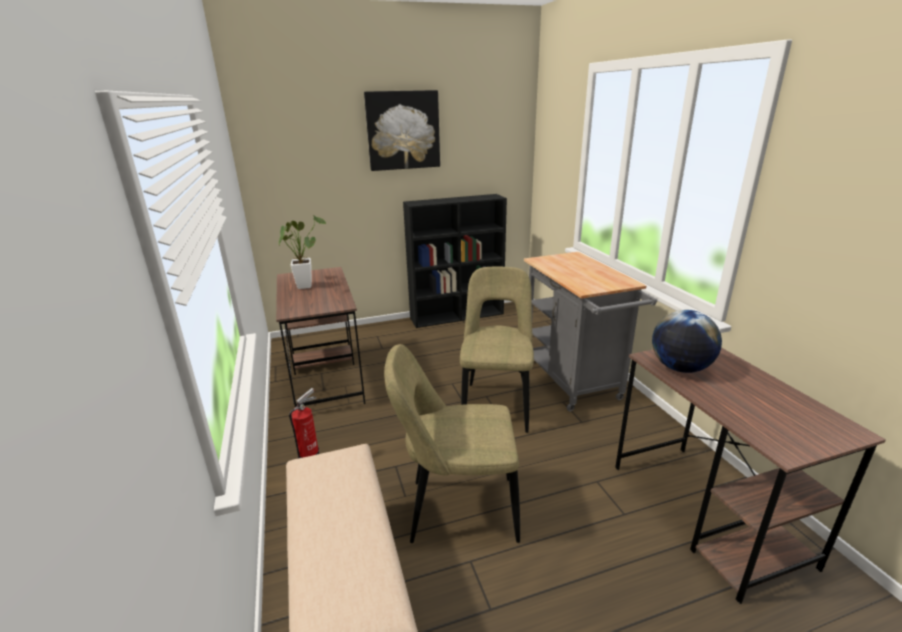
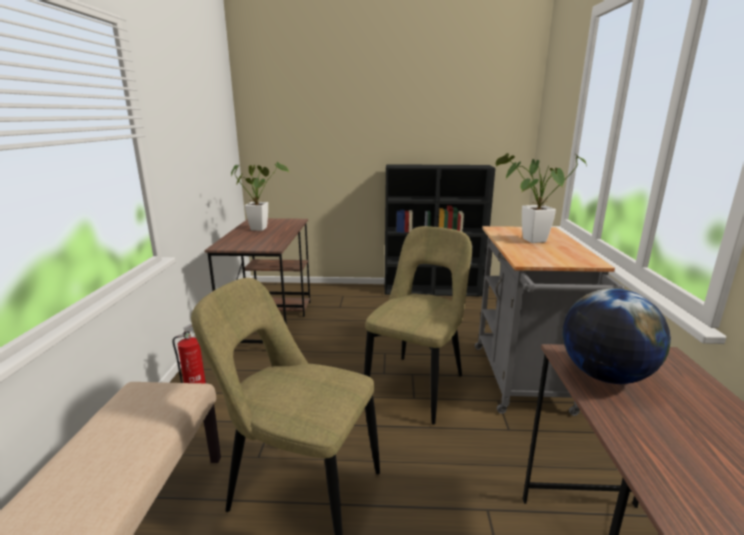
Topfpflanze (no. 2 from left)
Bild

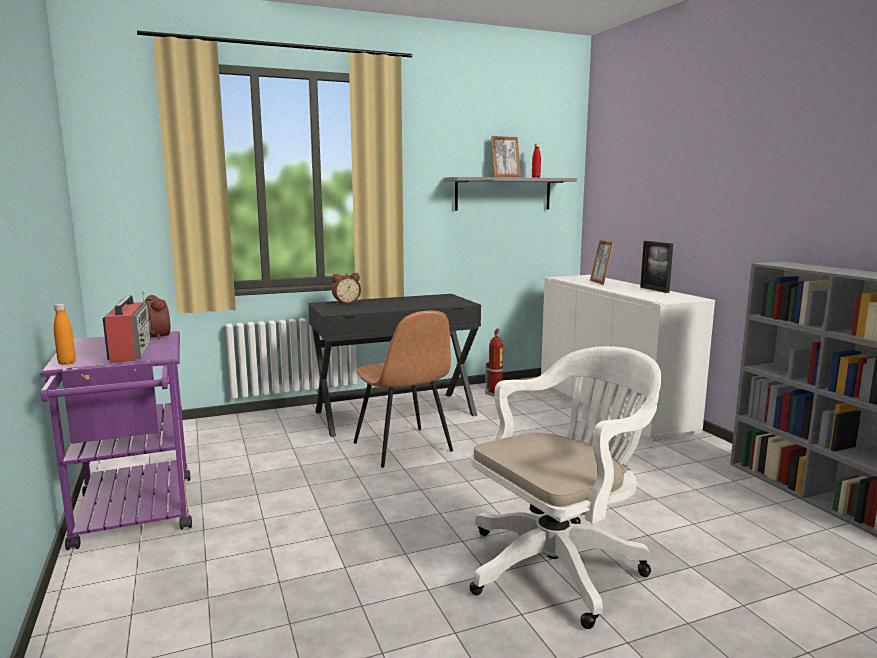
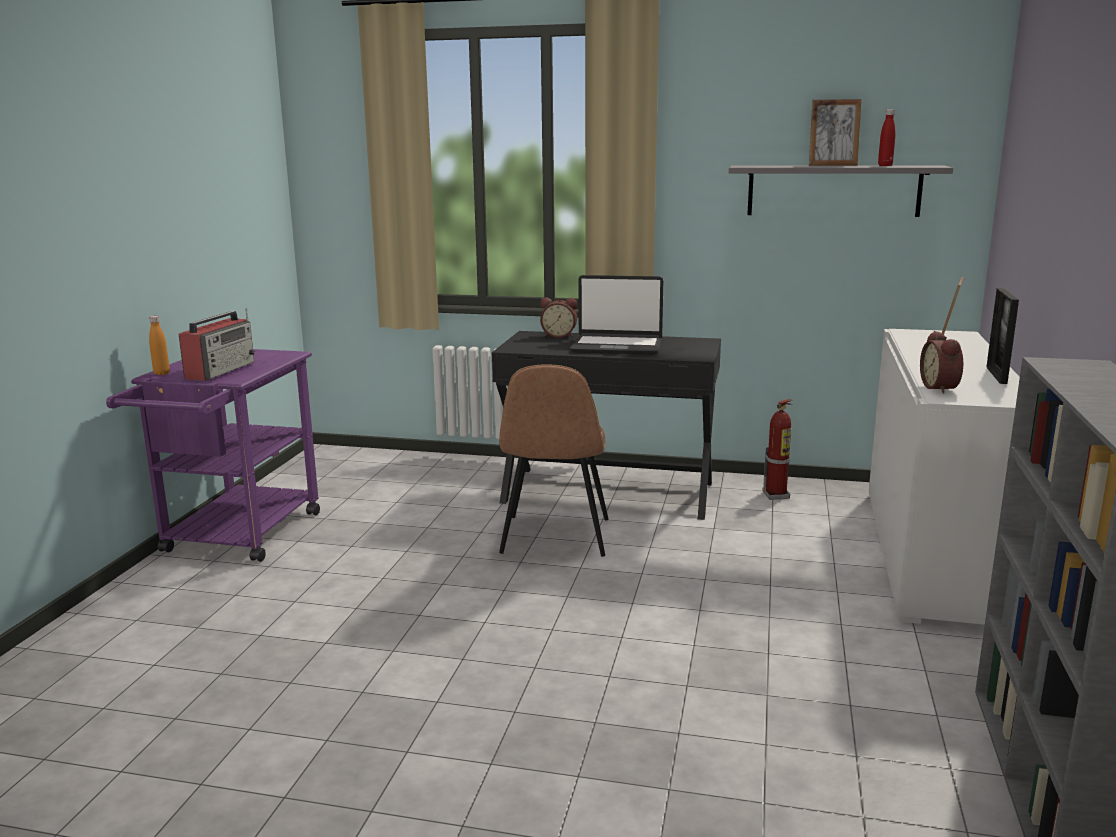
Laptop
Wecker (no. 2 from left)
Bürostuhl [weiß]

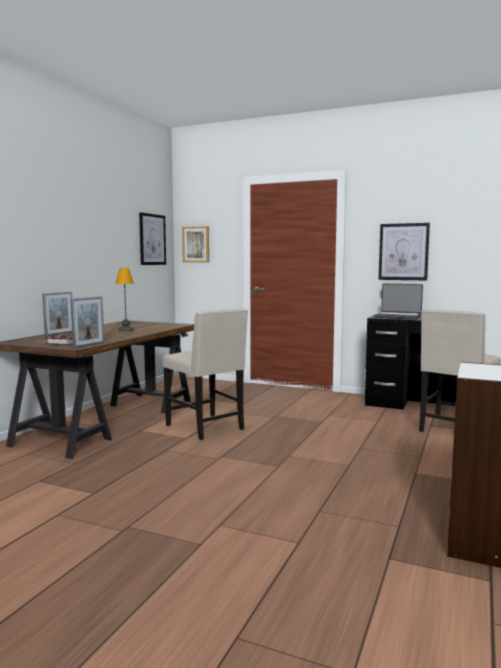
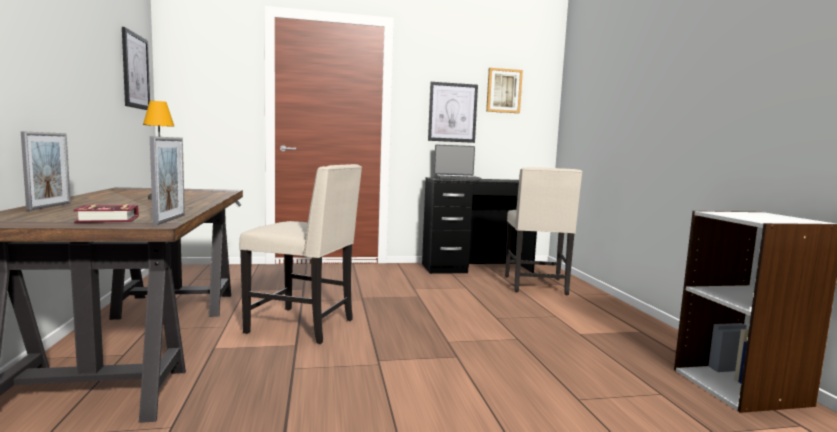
Bild (no. 3 from left)

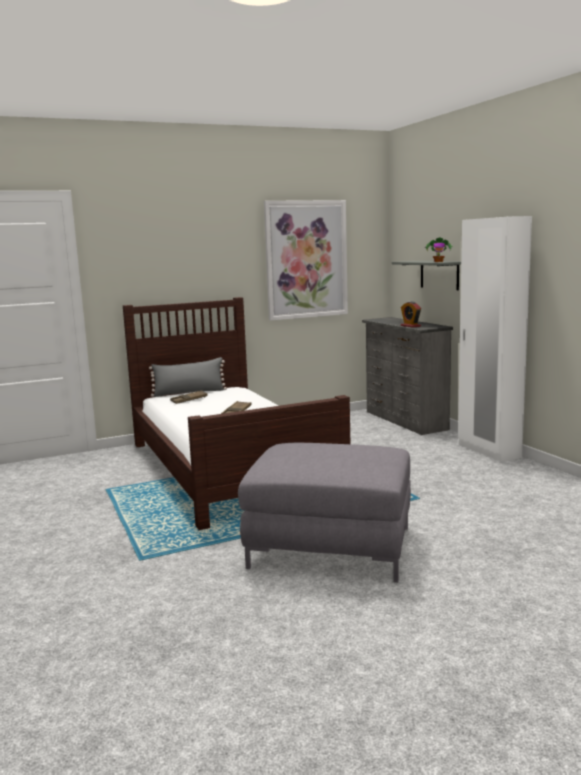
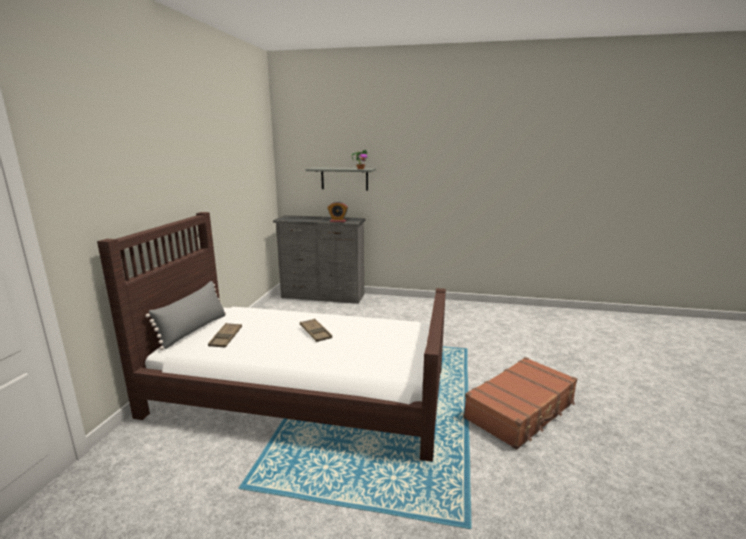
Koffer [braun]
Bild
Kleiderschrank [weiß]

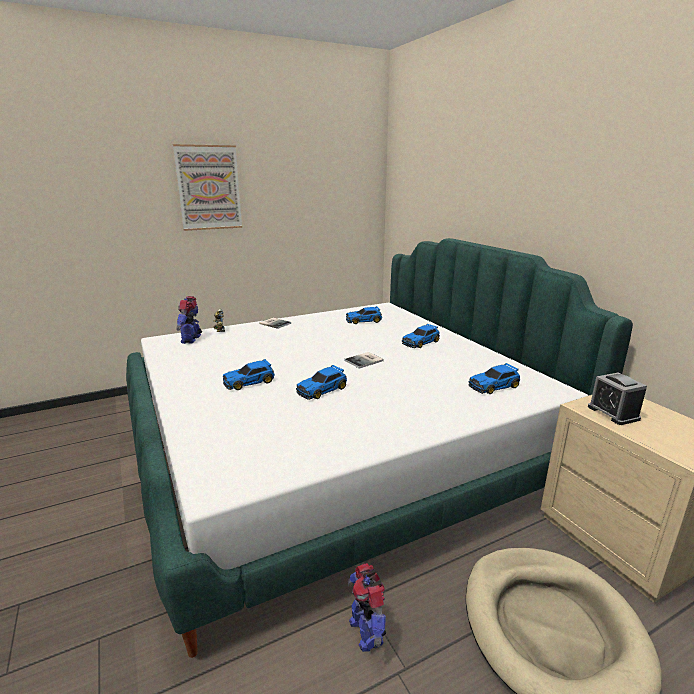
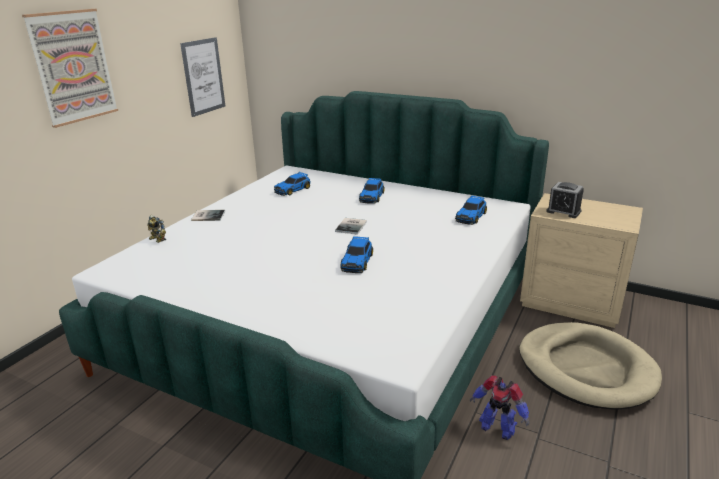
Bild (no. 2 from left)
Spielzeugroboter (no. 1 from left in the first image)
Spielzeugauto (no. 1 from left in the first image)

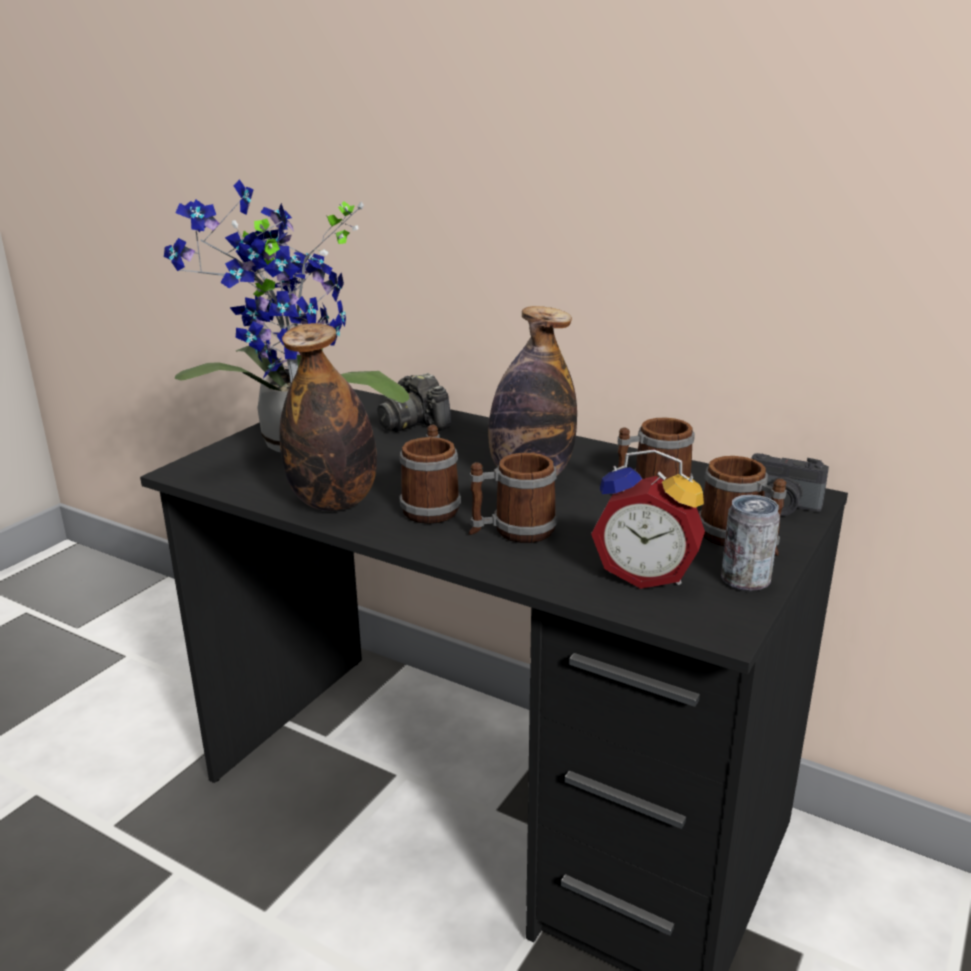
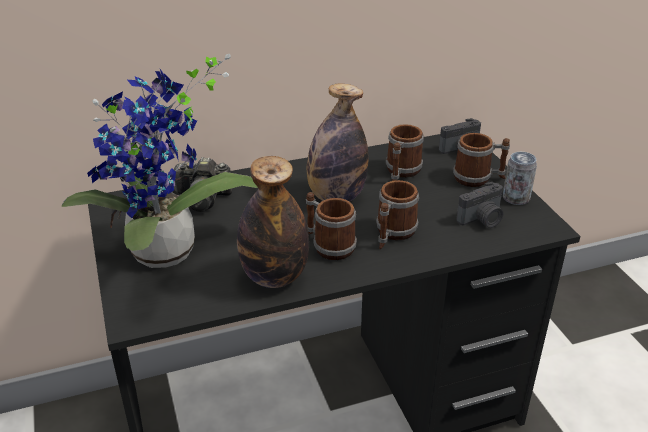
Kamera (no. 3 from left)

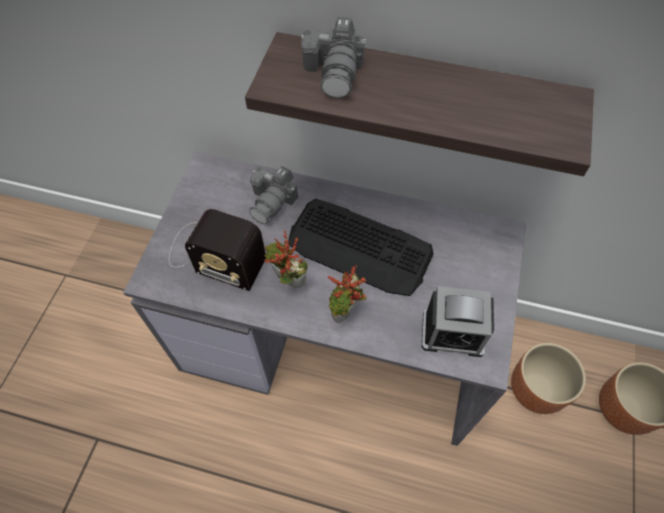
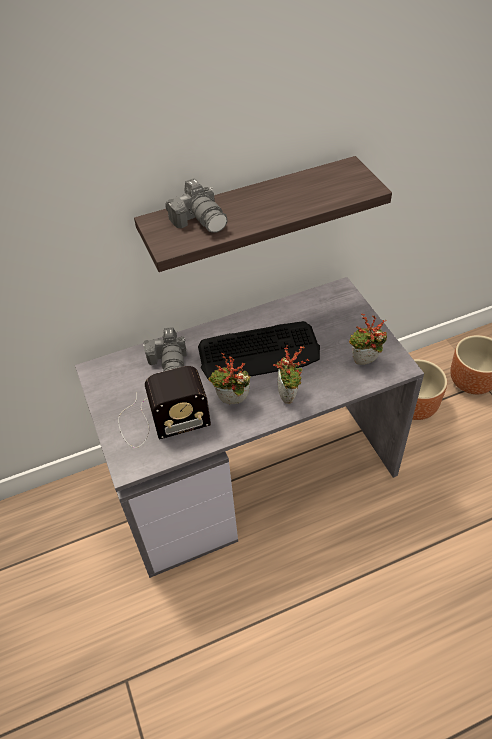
Topfpflanze (no. 3 from left)

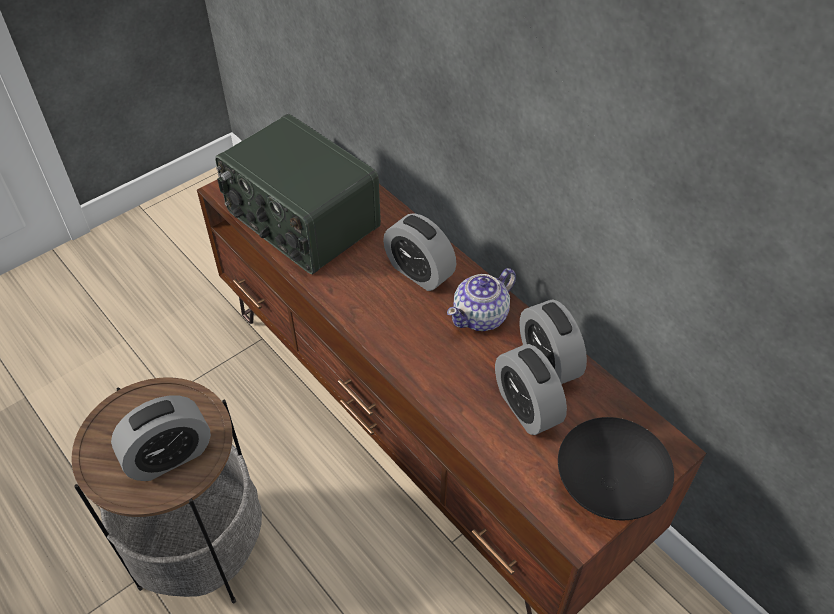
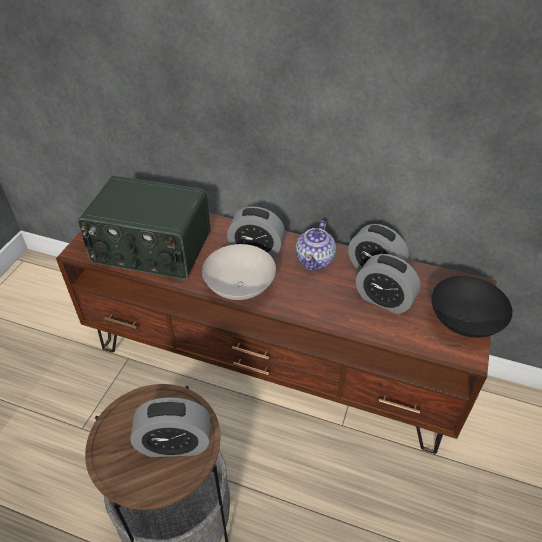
Wecker (no. 1 from left)
Schüssel [weiß]

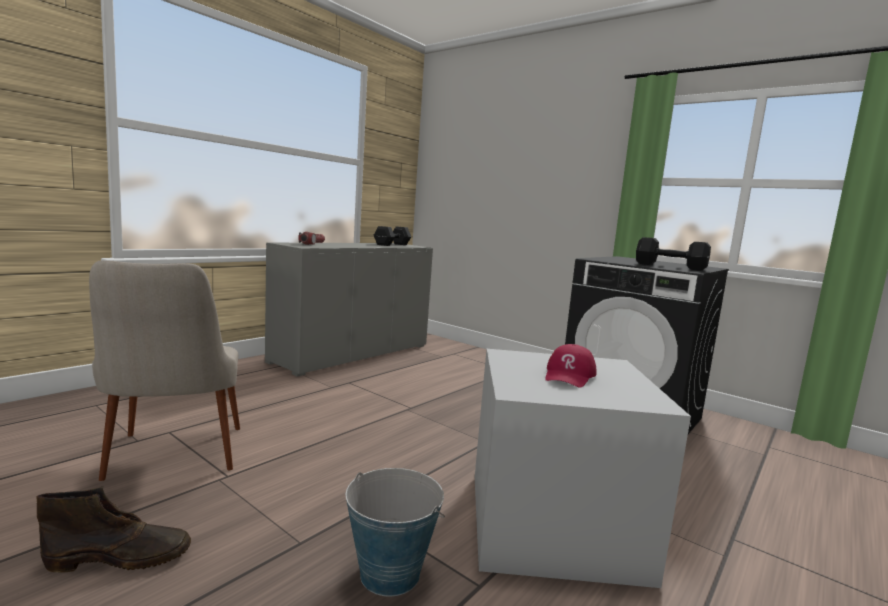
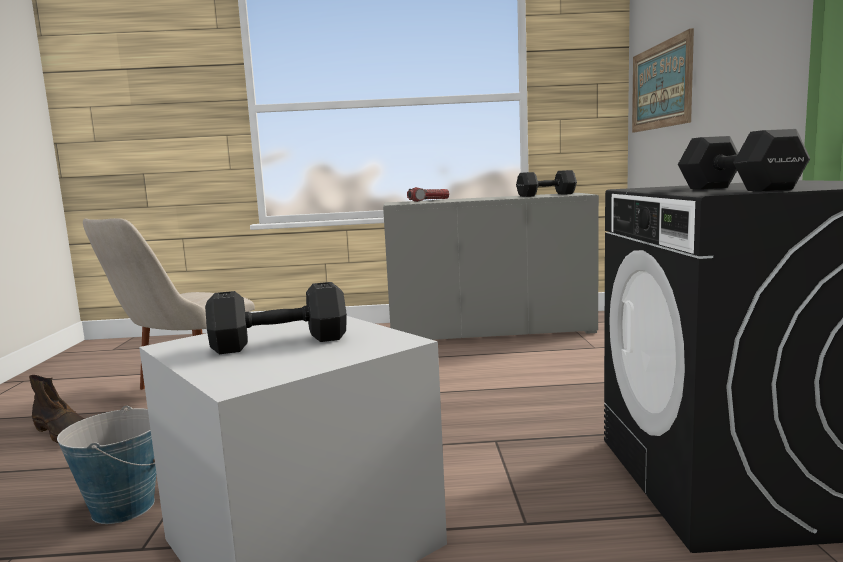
Hantel [schwarz] (no. 1 from left)
Bild

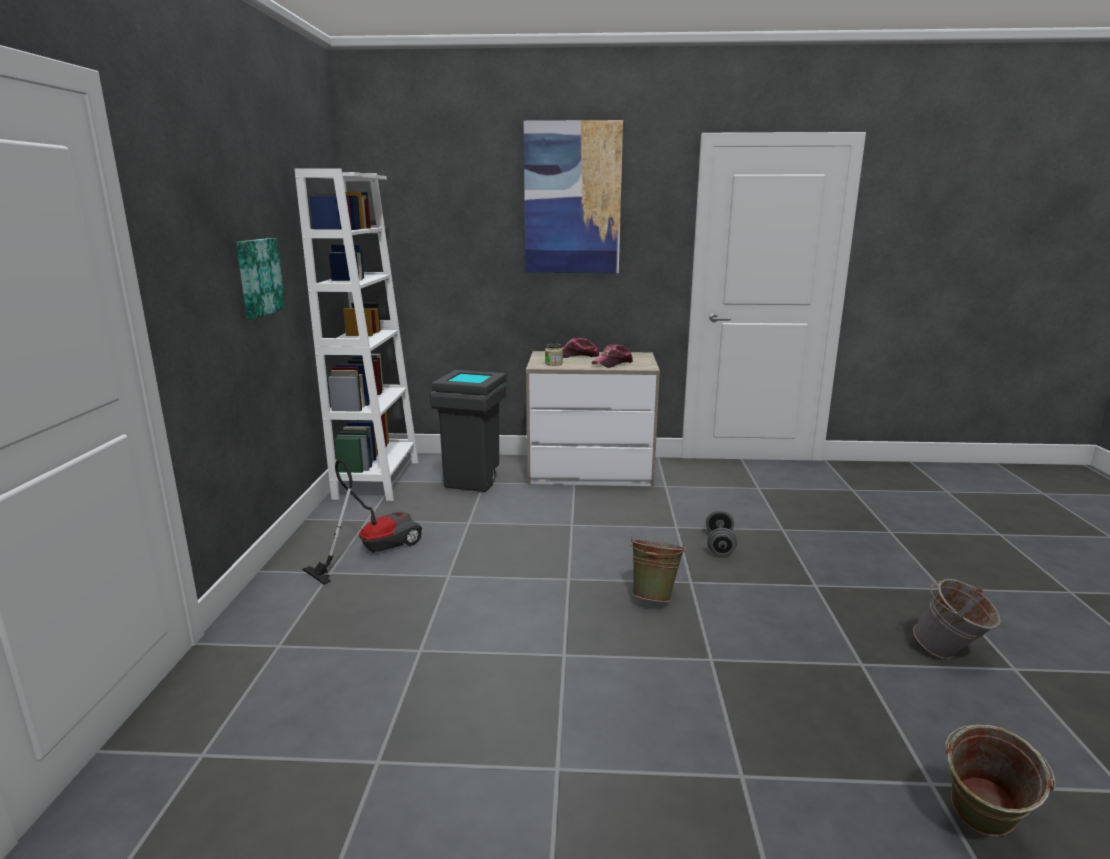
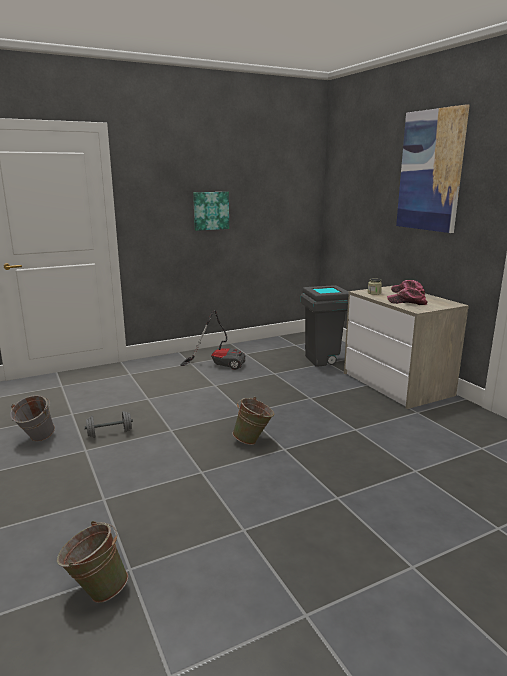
Eimer [grau]
Hantel [grau]
Bücherregal [weiß]

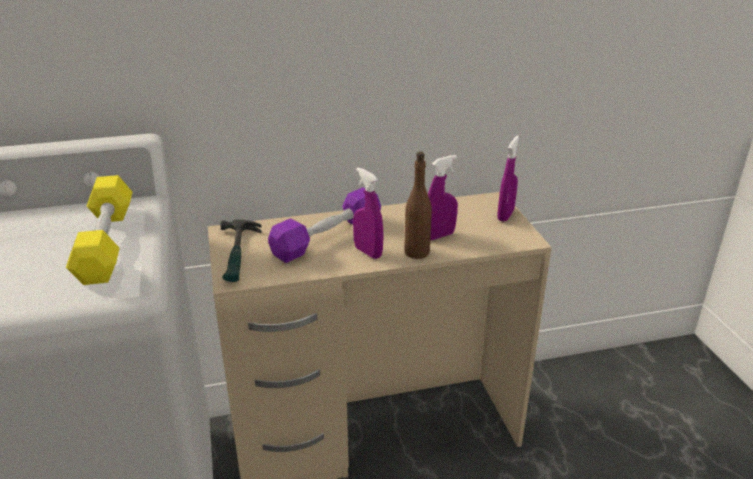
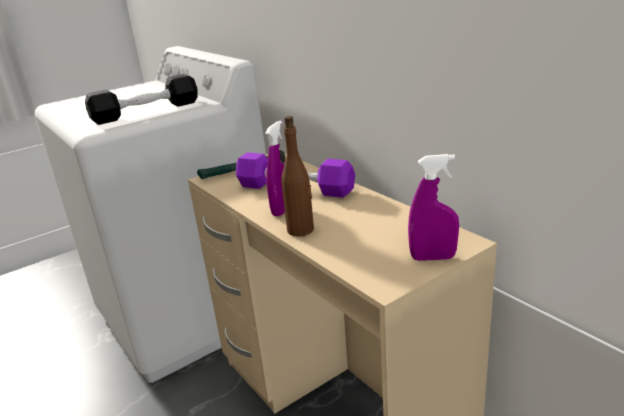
Hantel [schwarz]
Sprühflasche [lila] (no. 2 from left in the first image)

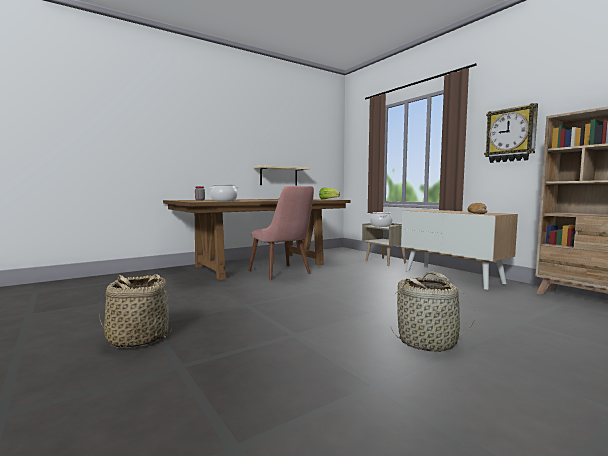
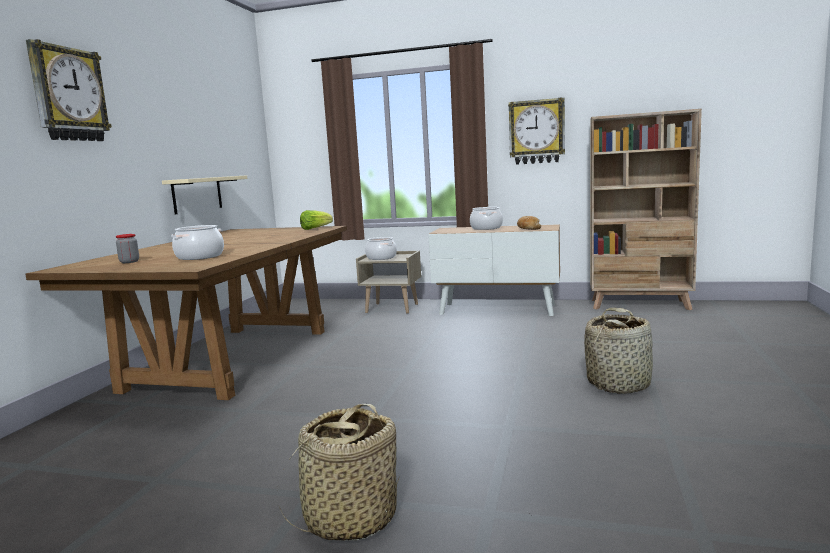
Wanduhr (no. 1 from left)
Kochtopf (no. 3 from left)
Stuhl [rosa]

